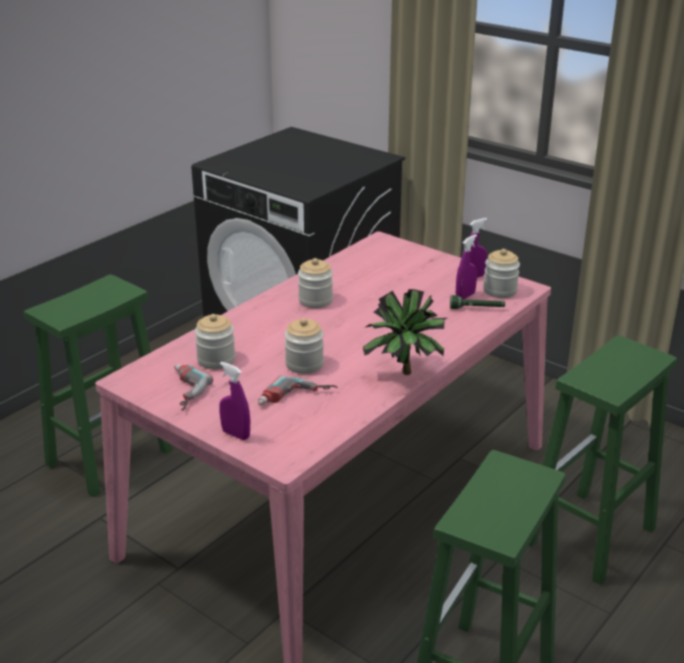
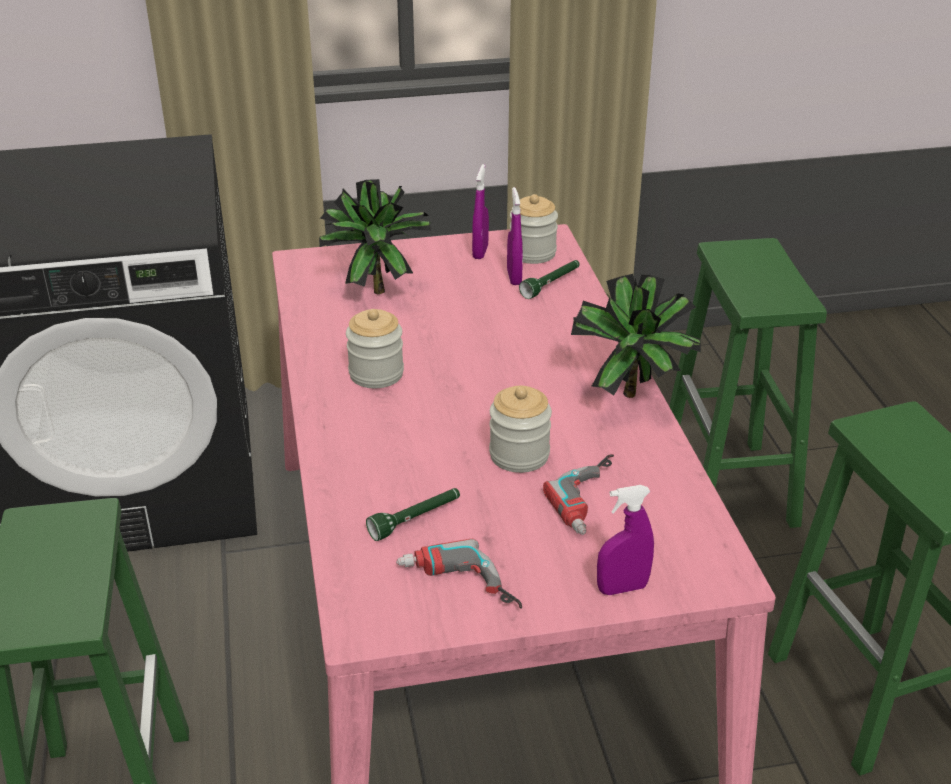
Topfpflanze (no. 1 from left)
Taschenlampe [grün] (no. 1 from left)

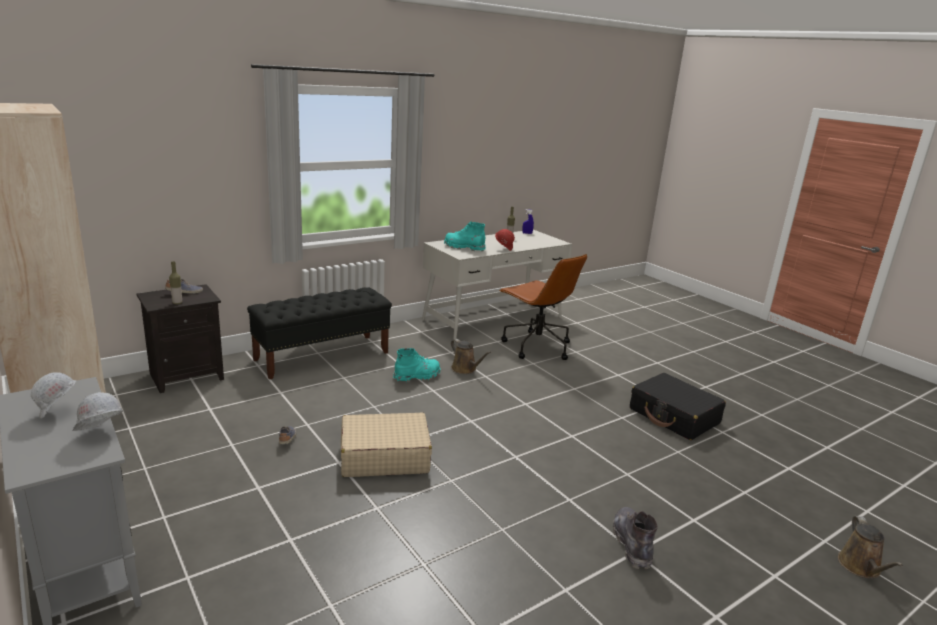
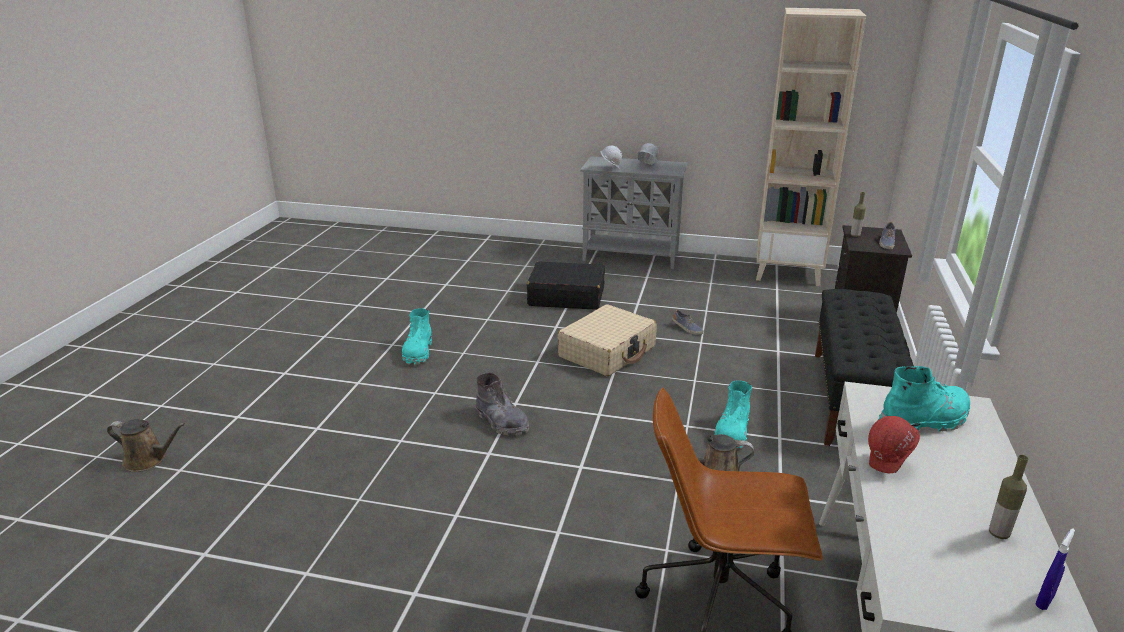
Gießkanne [braun] (no. 1 from left)
Stiefel [türkis] (no. 1 from left)
Stiefel [grau]
Koffer [schwarz]

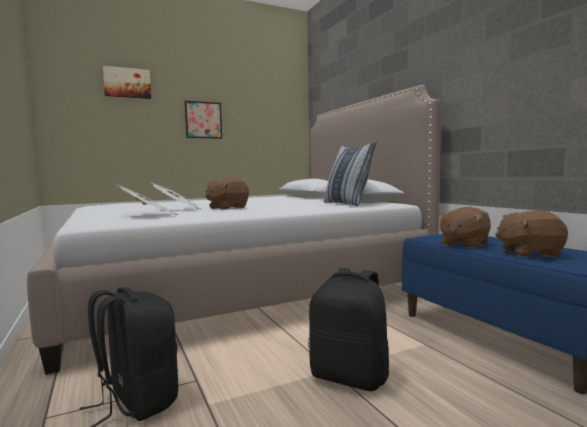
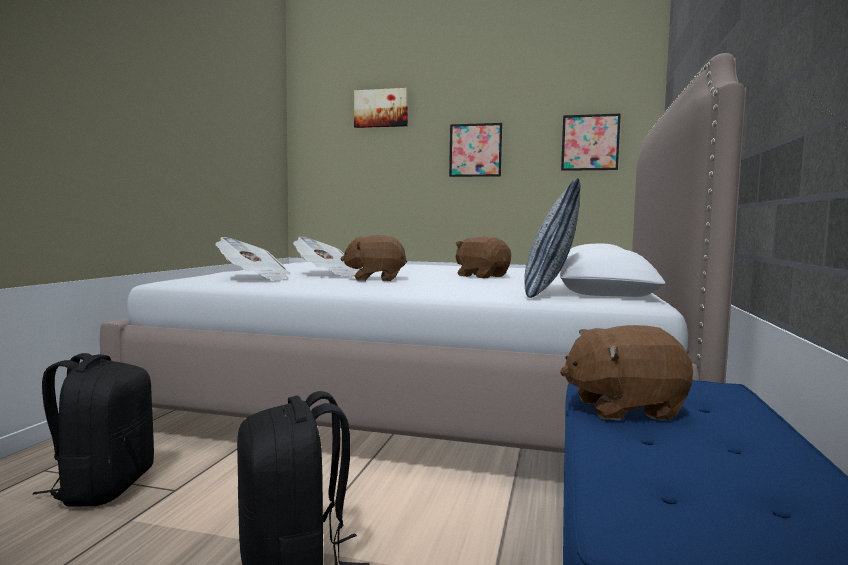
Plüschtier [braun] (no. 2 from left)
Bild (no. 3 from left)

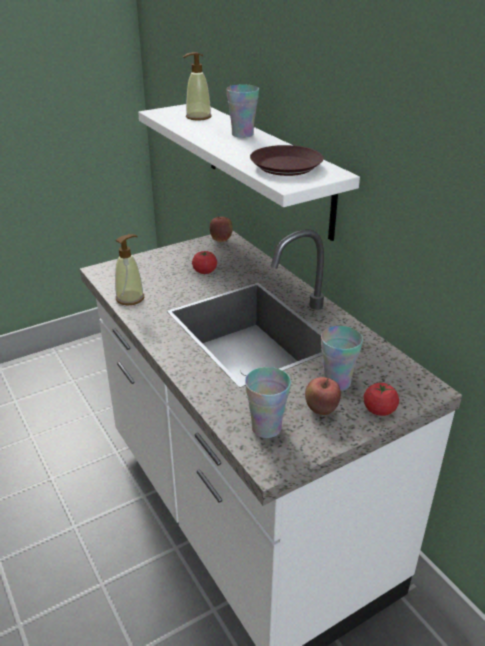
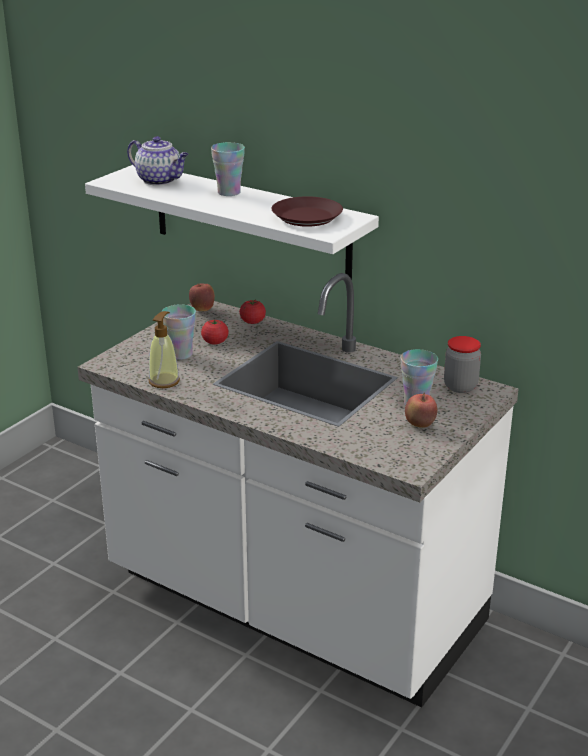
Teekanne
Tasse (no. 1 from left)
Tomate (no. 2 from left)
Vorratsglas

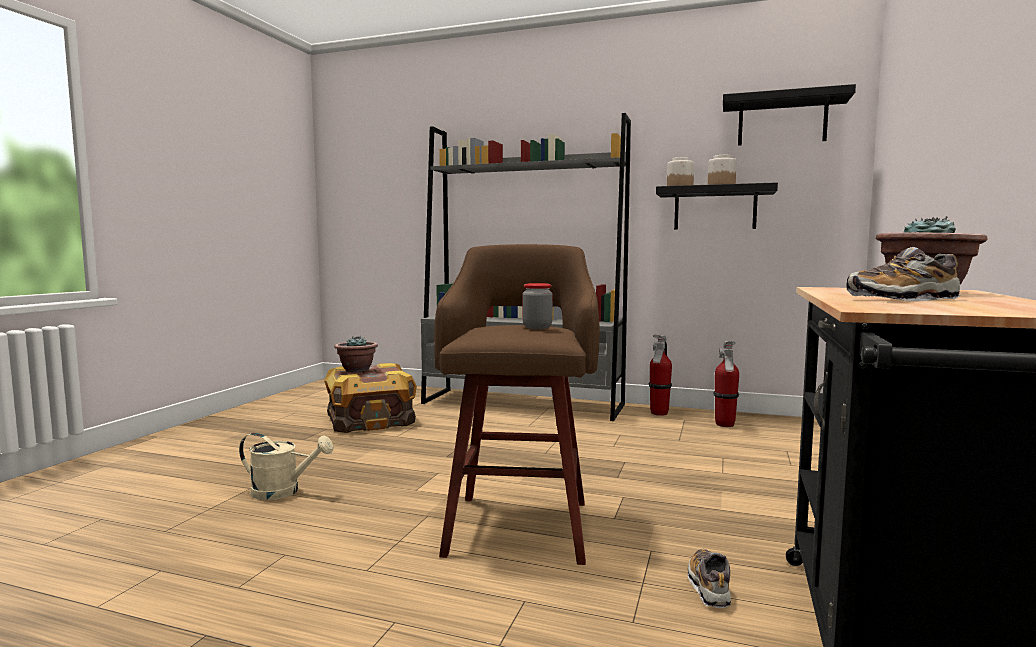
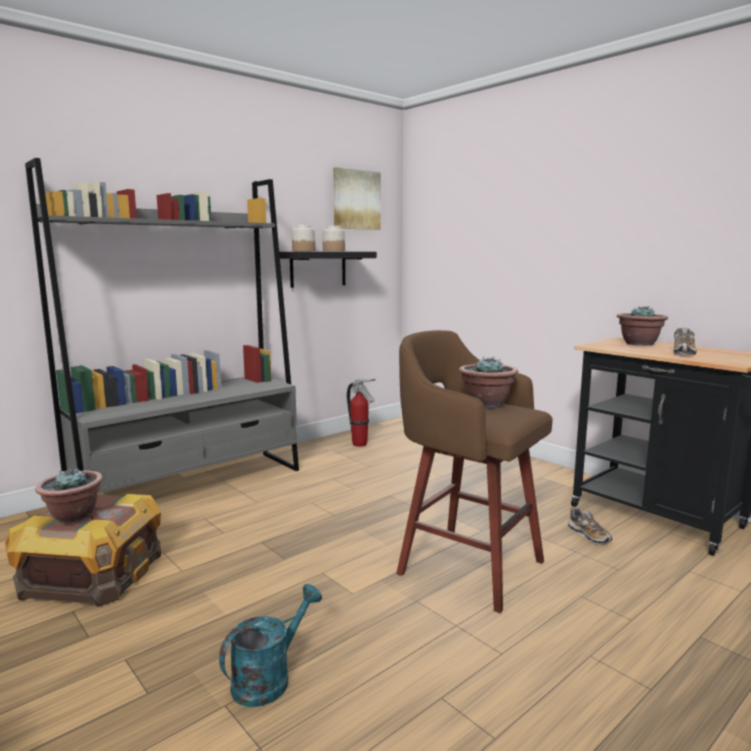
Gießkanne [türkis]
Bild
Topfpflanze (no. 2 from left)
Schuh (no. 1 from left)
Feuerlöscher (no. 1 from left in the first image)

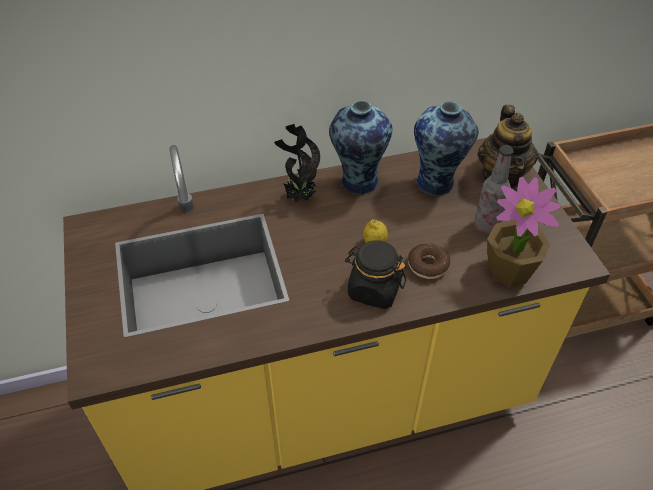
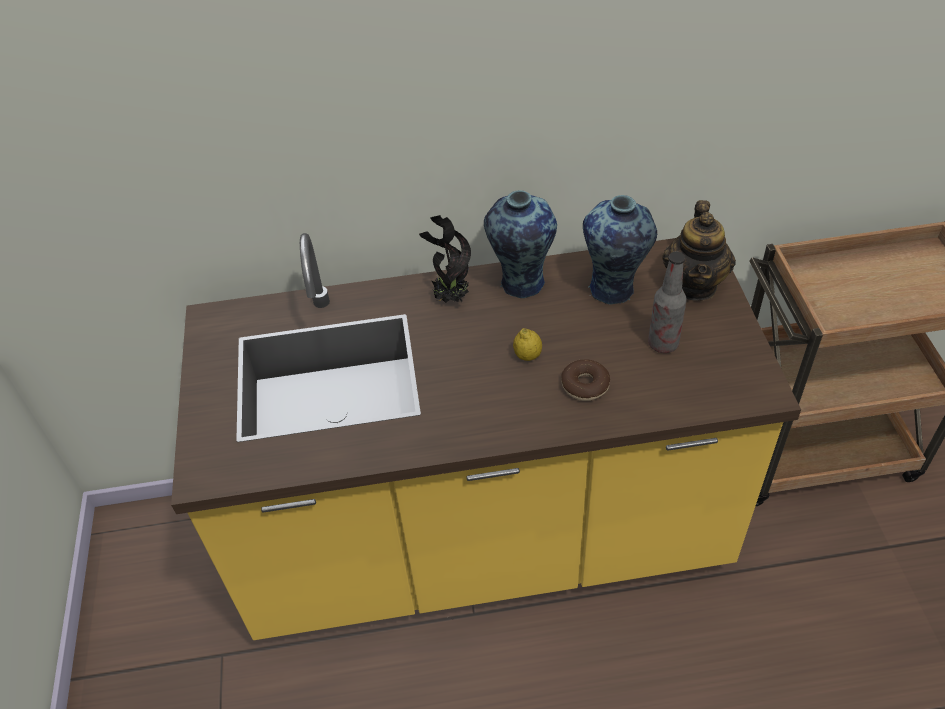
Vorratsglas [schwarz]
Topfpflanze (no. 2 from left in the first image)

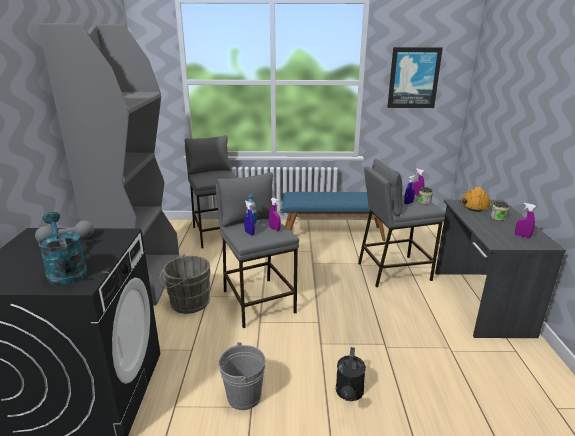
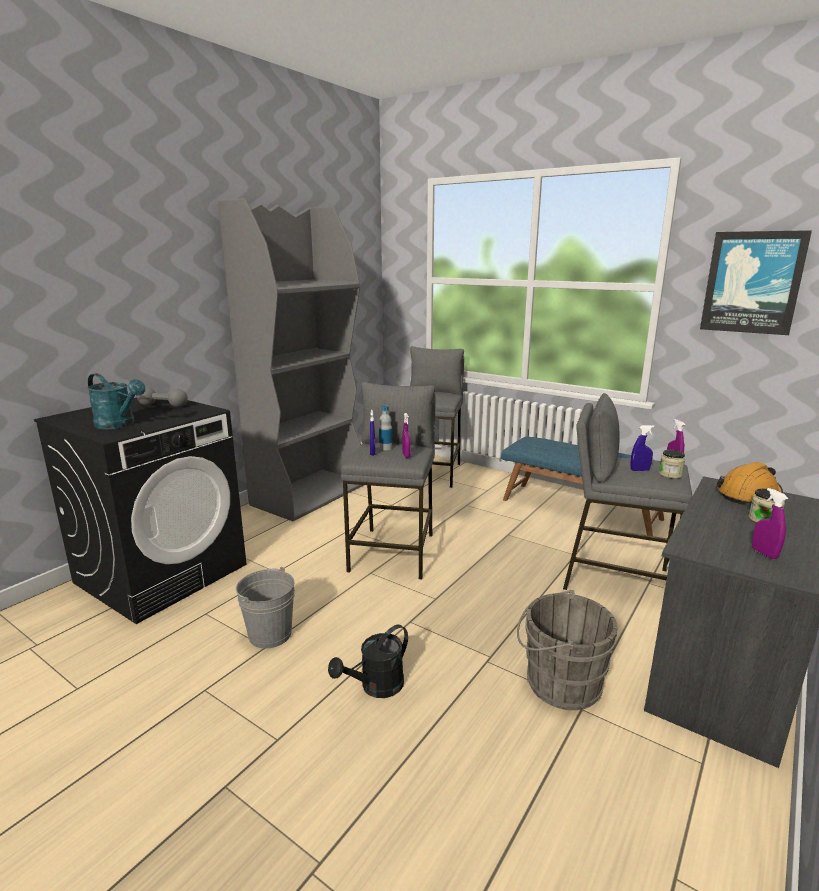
Gießkanne [türkis]
Eimer [grau] (no. 2 from left)

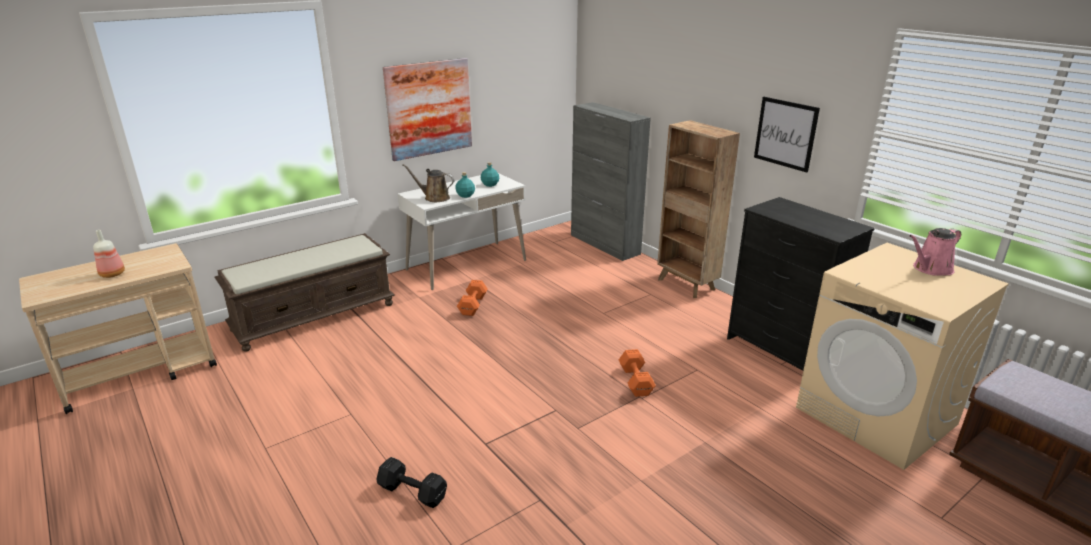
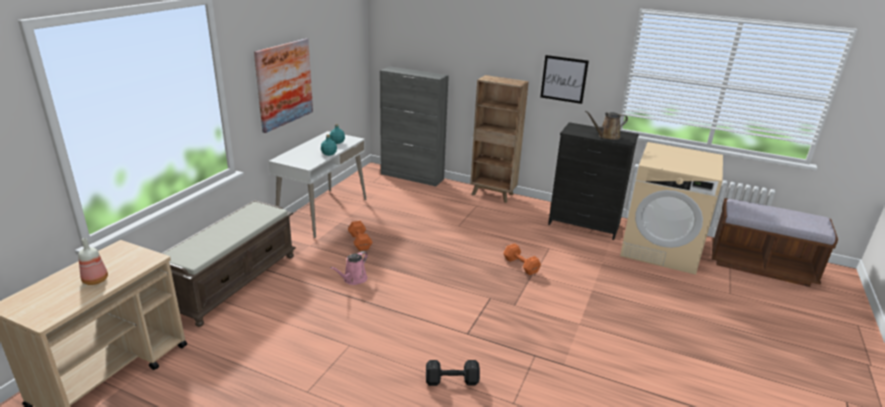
Gießkanne [rosa]
Gießkanne [braun]

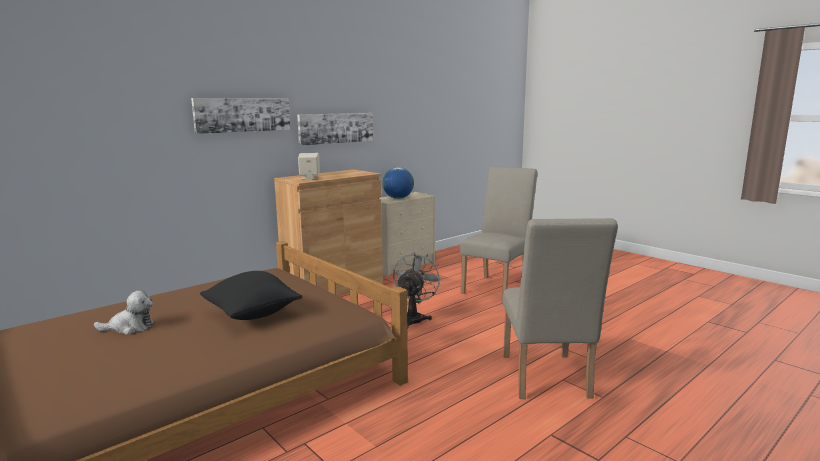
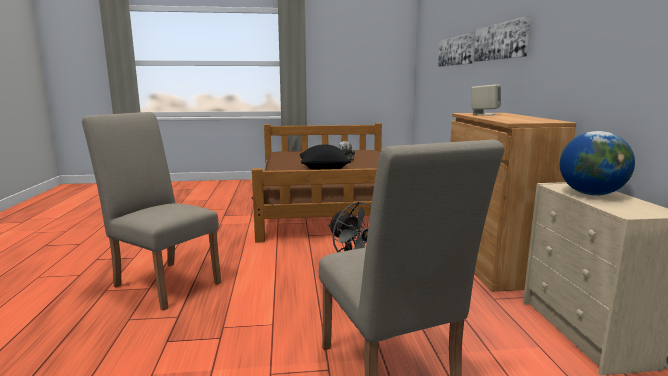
Bild (no. 1 from left)

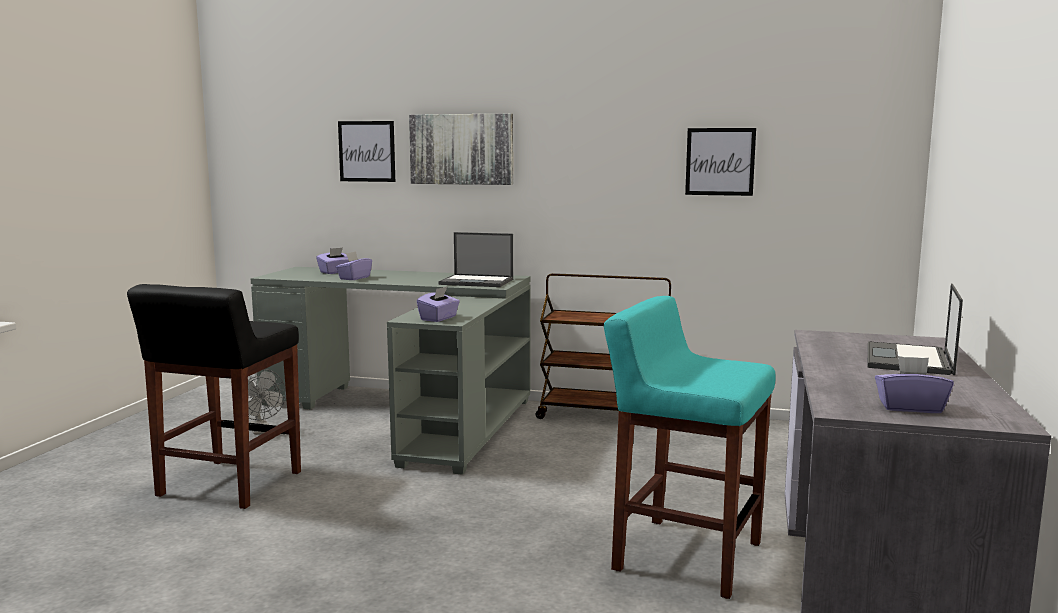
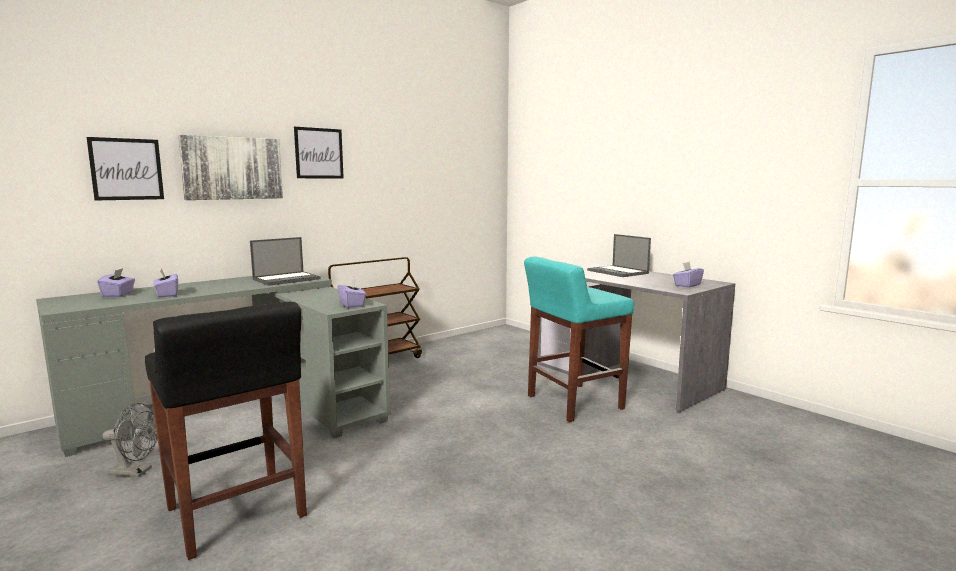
Bild (no. 3 from left)

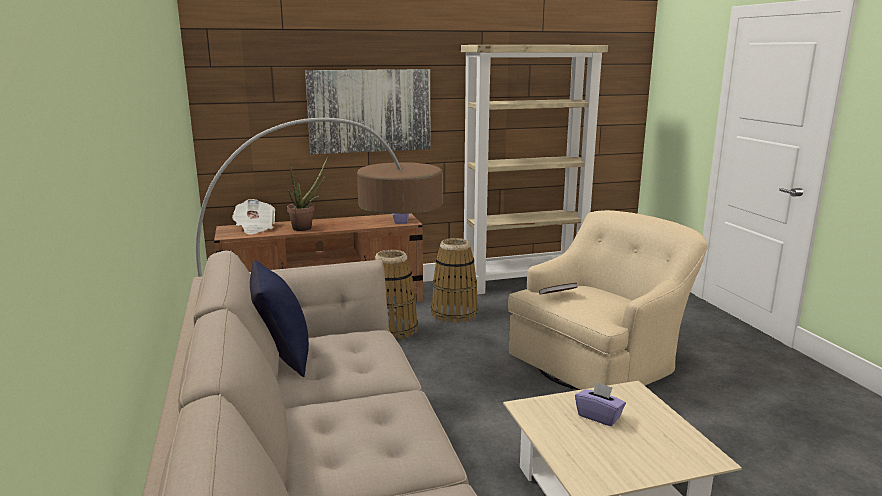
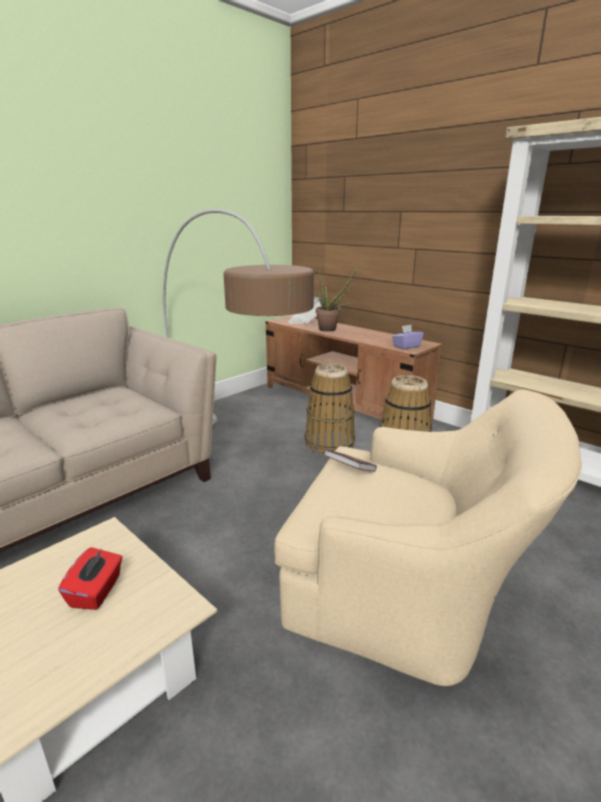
Taschentuchbox [rot]
Kissen [blau]
Bild

